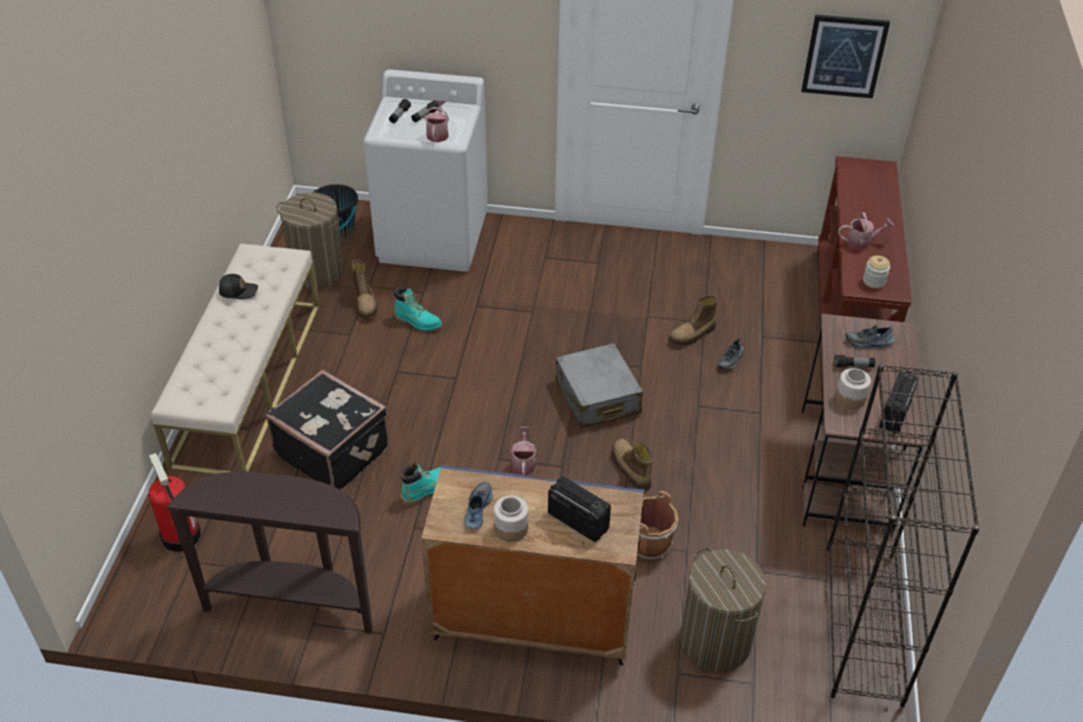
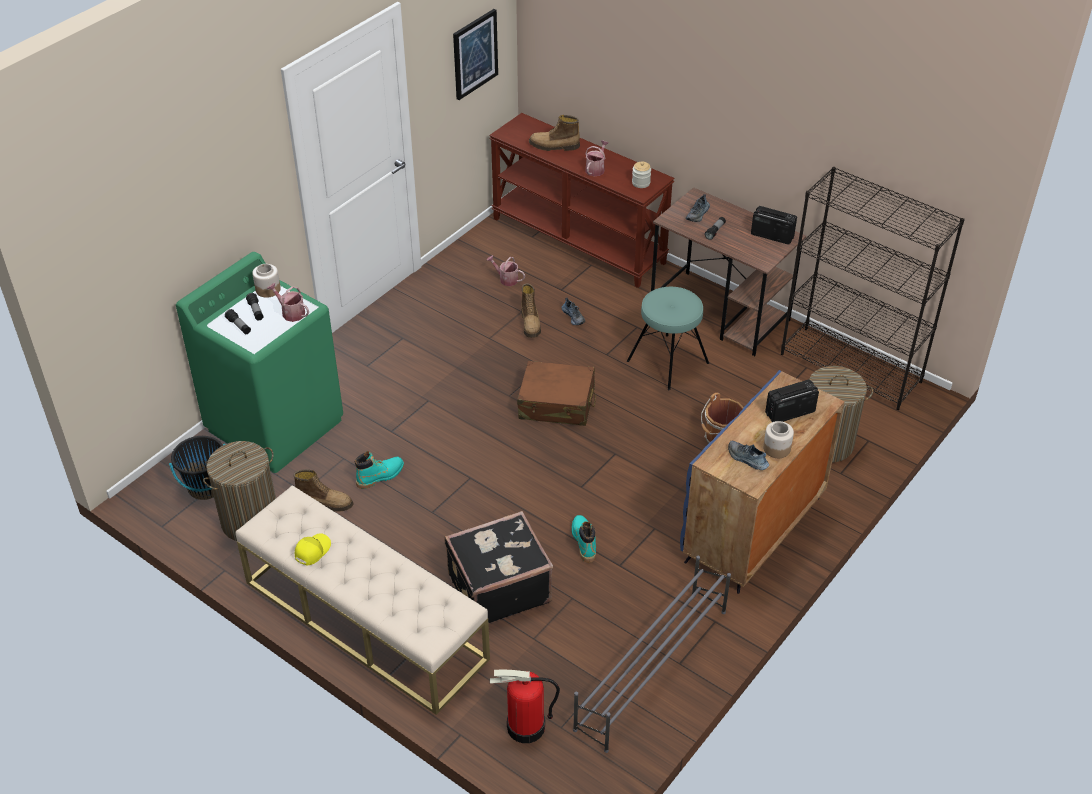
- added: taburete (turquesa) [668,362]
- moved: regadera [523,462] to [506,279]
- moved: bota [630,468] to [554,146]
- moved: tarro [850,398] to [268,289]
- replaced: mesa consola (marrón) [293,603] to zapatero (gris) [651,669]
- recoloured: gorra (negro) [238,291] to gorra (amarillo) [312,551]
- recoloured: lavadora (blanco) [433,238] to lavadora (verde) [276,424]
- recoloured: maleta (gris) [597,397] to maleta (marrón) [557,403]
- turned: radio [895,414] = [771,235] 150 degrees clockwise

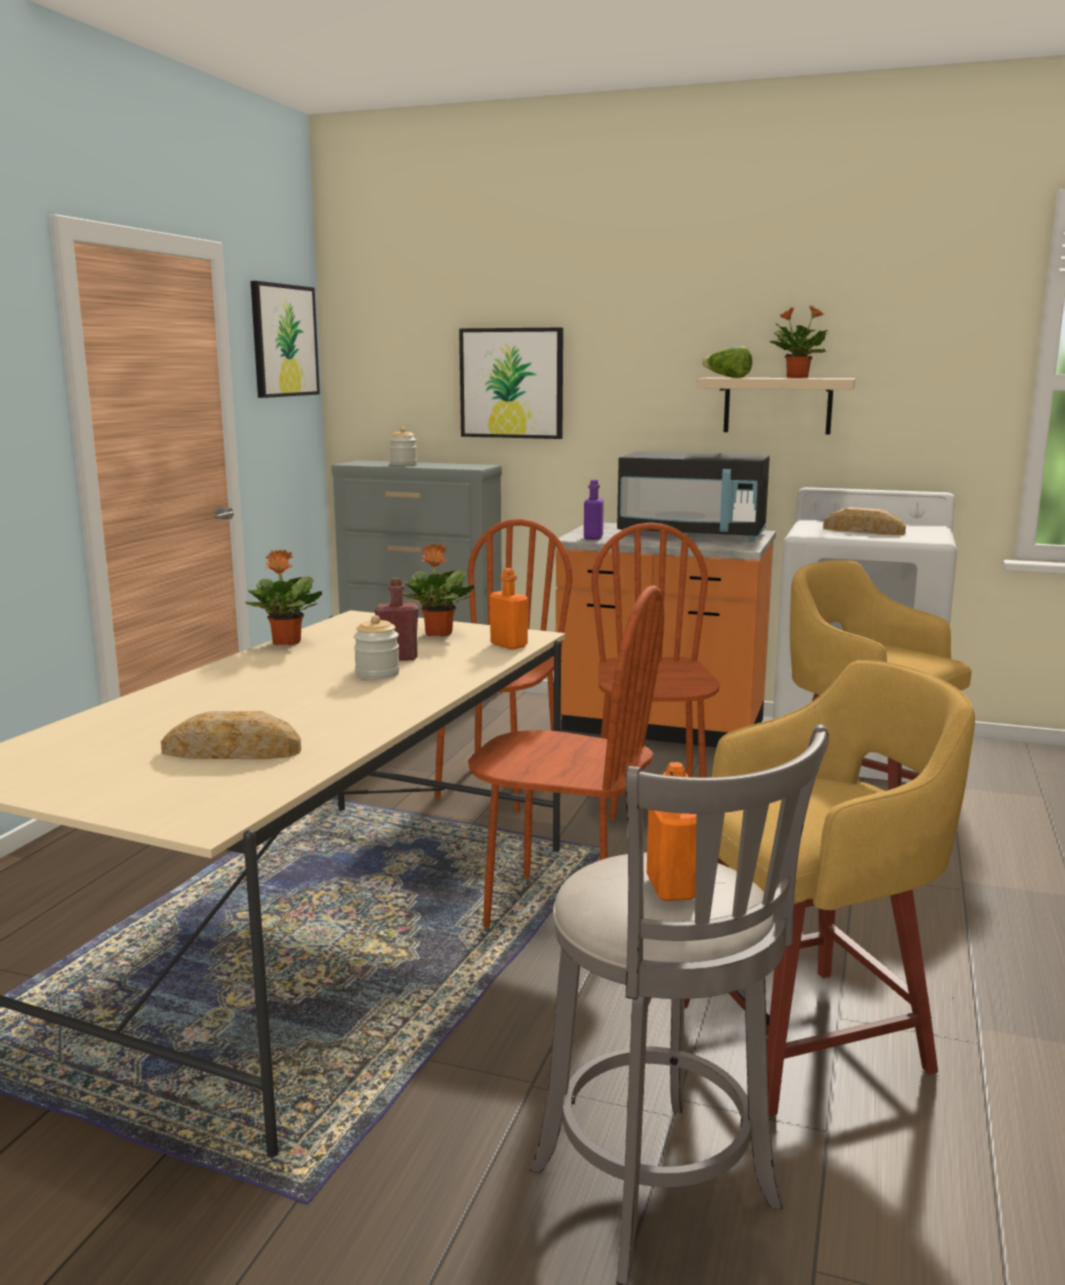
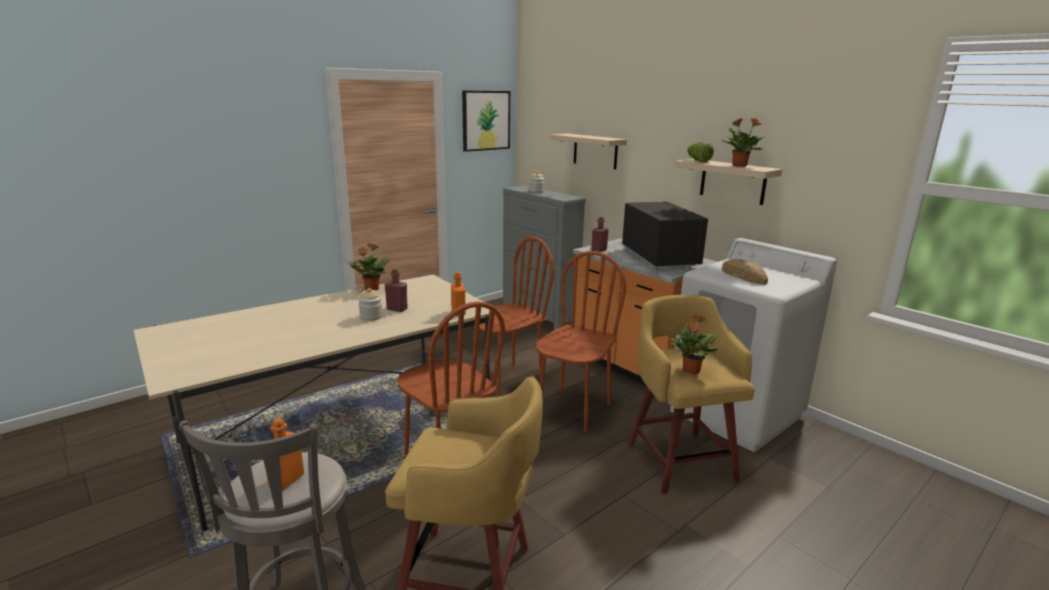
- removed: pan [232,751]
- moved: planta en maceta [438,634] to [690,371]
- replaced: cuadro [512,383] to estante (beis) [595,151]
- recoloured: botella (morado) [593,537] to botella (rojo) [599,250]
- turned: microondas (negro) [692,535] = [659,258] 150 degrees counterclockwise

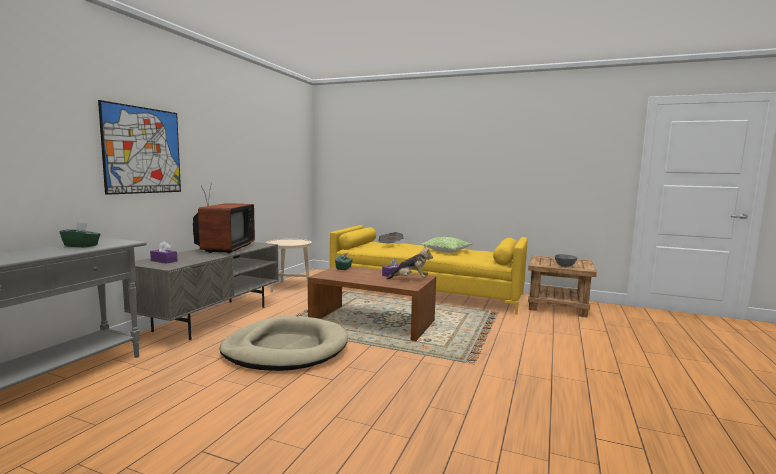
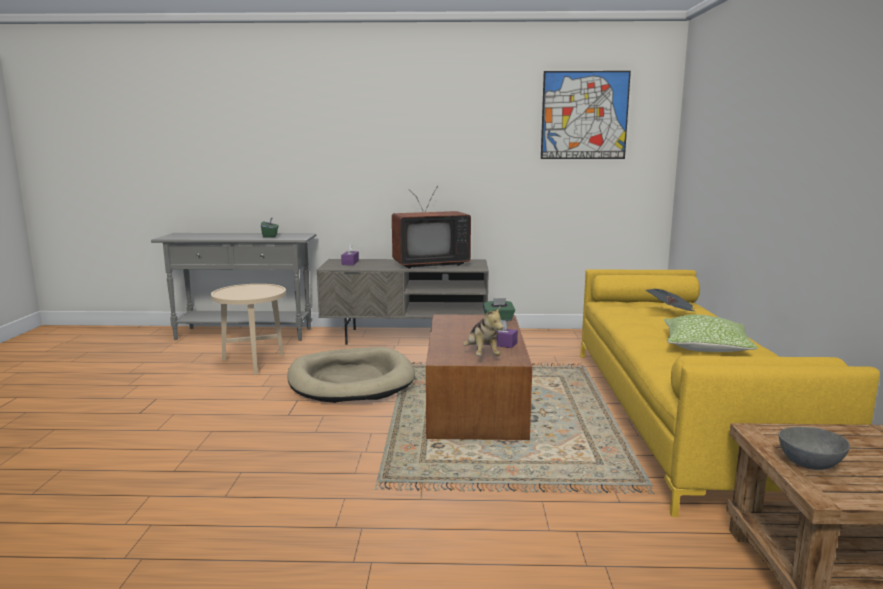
- moved: cuadro [143,150] to [584,115]
- moved: mesa auxiliar (beis) [289,287] to [254,363]

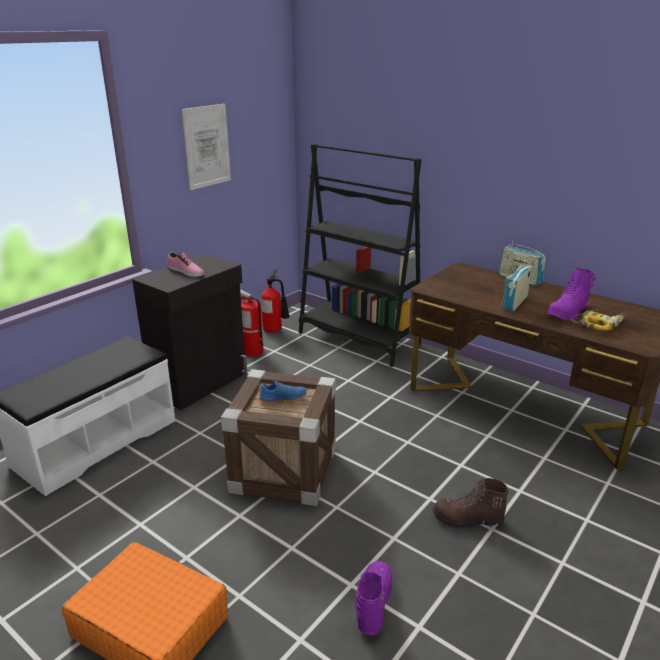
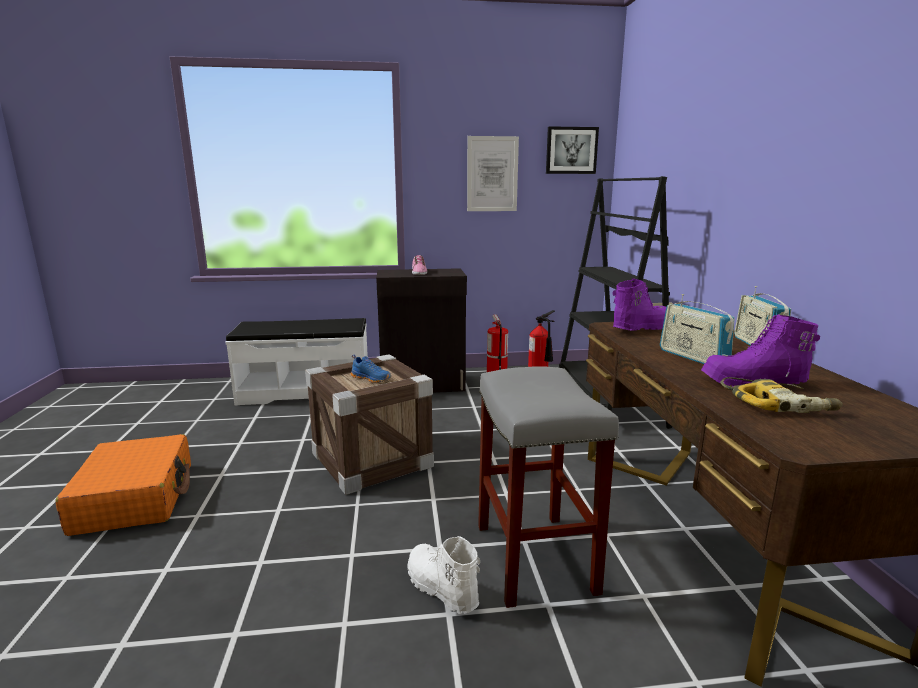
- added: taburete (gris) [533,556]
- added: cuadro [571,150]
- moved: bota (morado) [372,603] to [640,328]
- recoloured: bota (marrón) [467,519] to bota (blanco) [440,588]
- turned: radio [515,302] = [692,357] 105 degrees counterclockwise

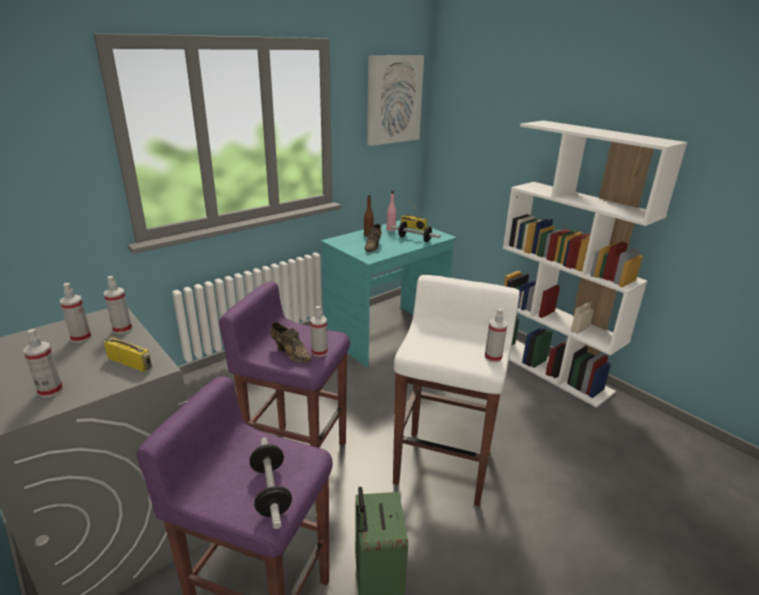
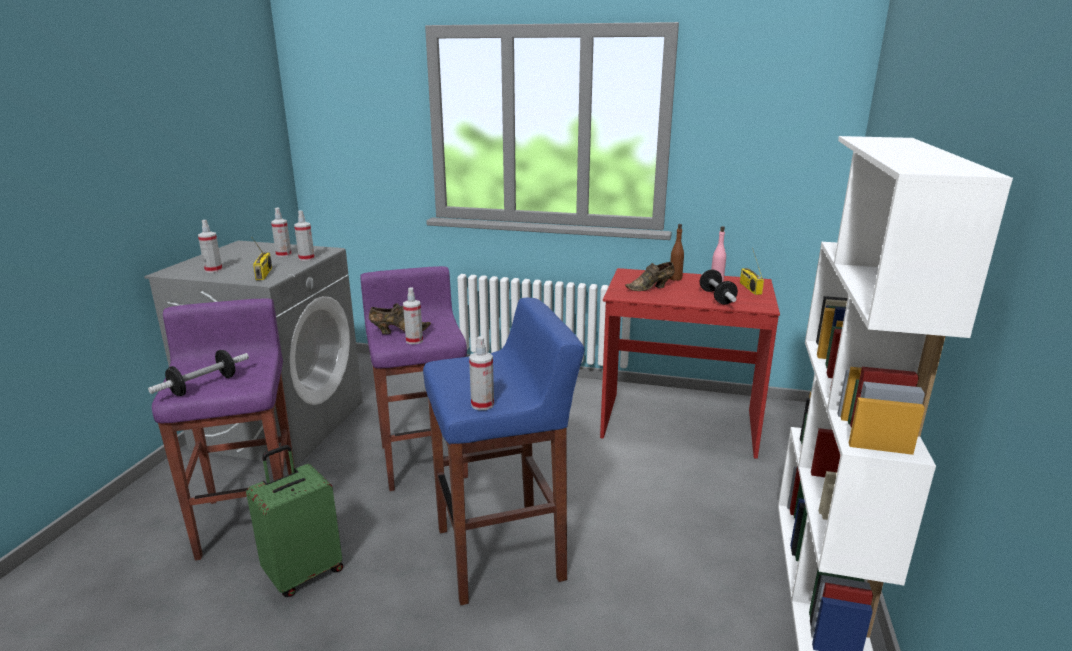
- removed: cuadro [394,100]
- recoloured: escritorio (turquesa) [386,335] to escritorio (rojo) [678,424]
- recoloured: taburete (blanco) [444,465] to taburete (azul) [502,554]
- turned: zapato (marrón) [290,353] = [398,331] 105 degrees counterclockwise

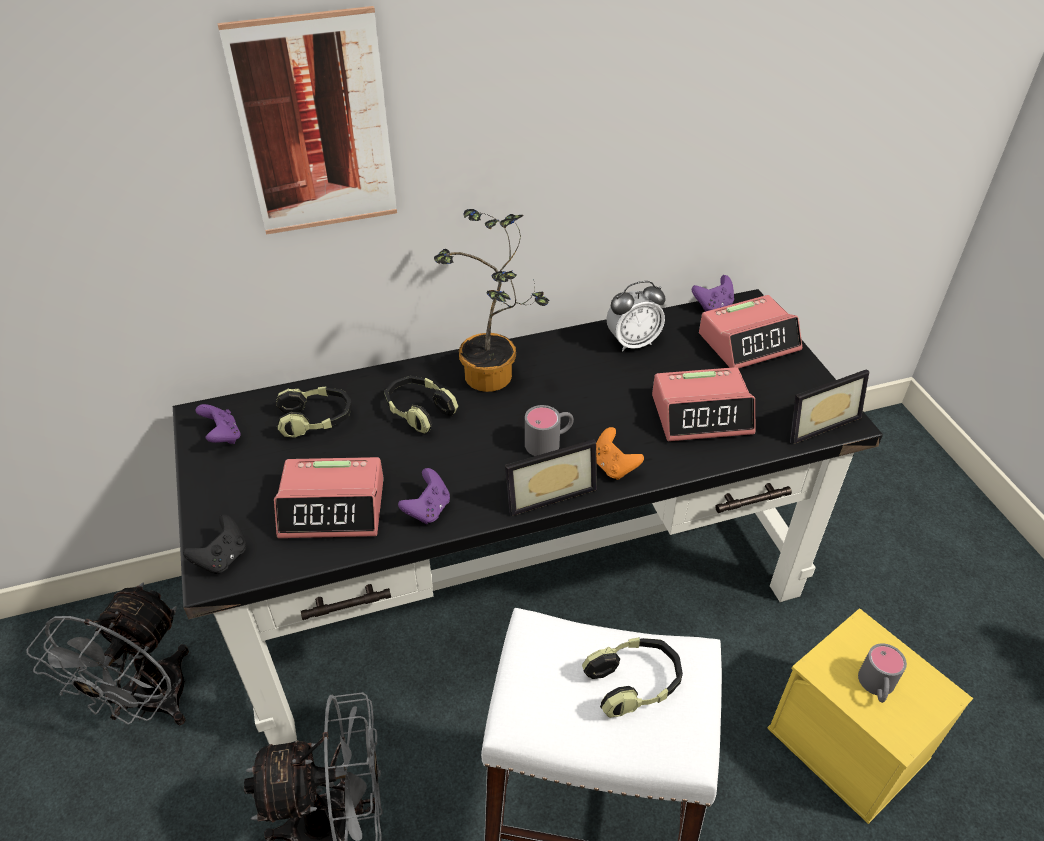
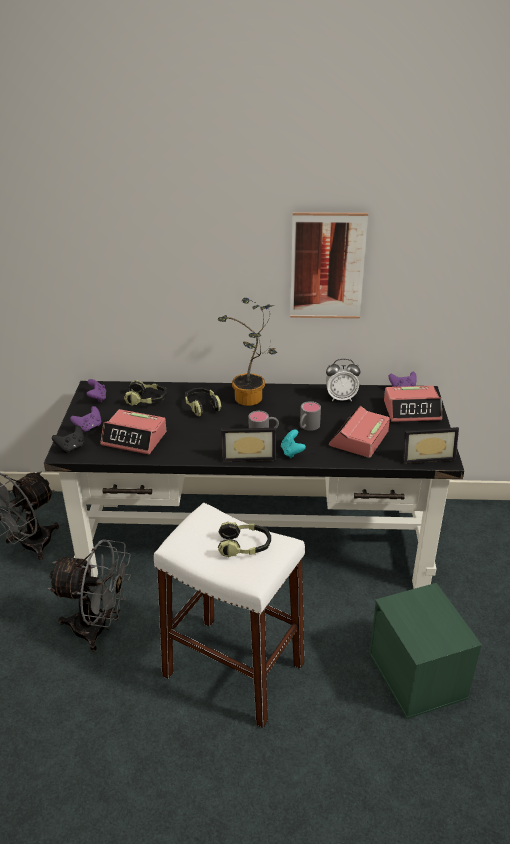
- moved: cuadro [315,126] to [327,267]
- moved: mando de consola (morado) [428,509] to [88,427]
- moved: taza grande (gris) [876,687] to [307,427]
- recoloured: mando de consola (naranja) [613,466] to mando de consola (turquesa) [292,452]
- recoloured: caja de almacenaje (amarillo) [850,743] to caja de almacenaje (verde) [418,675]
- turned: despertador [702,414] = [359,439] 105 degrees clockwise

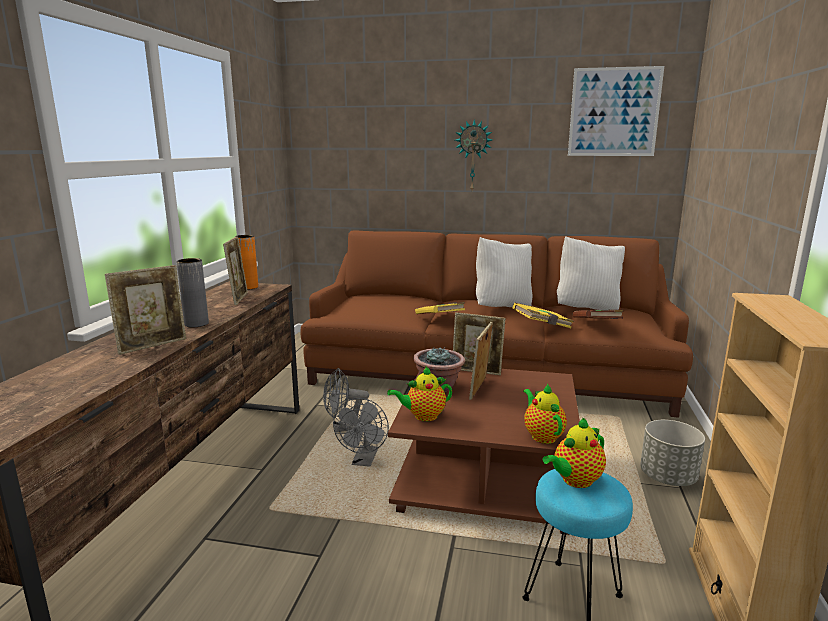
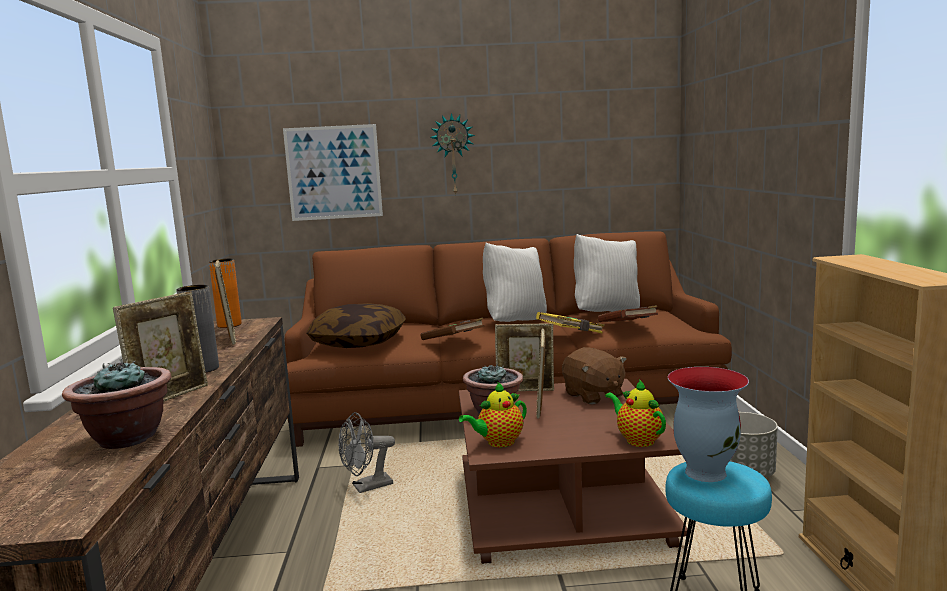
- removed: ventilador (gris) [364,461]
- added: planta en maceta [126,438]
- added: cojín [359,342]
- added: peluche (marrón) [593,395]
- moved: cuadro [614,112] to [333,172]
- replaced: tetera [575,481] to florero [705,472]
- recoloured: libro (amarillo) [440,319] to libro (marrón) [453,342]

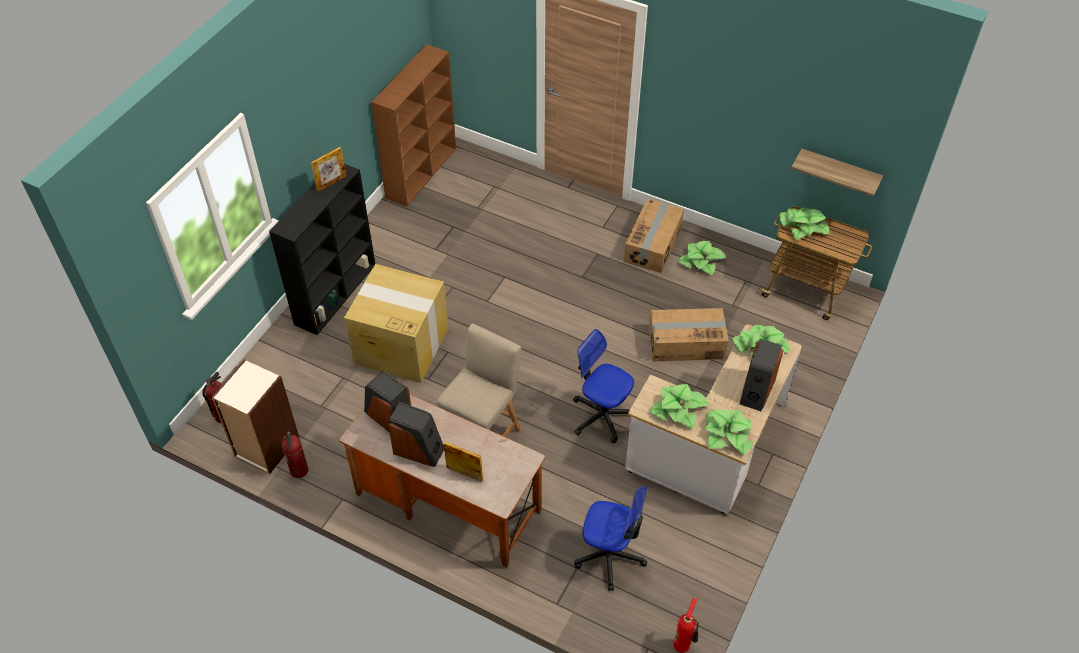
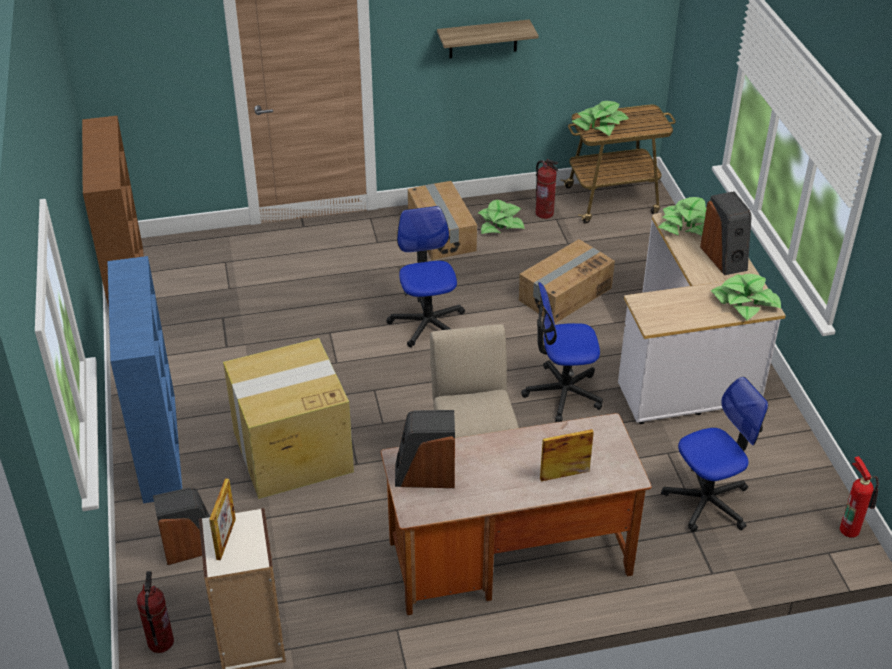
- removed: planta en maceta [678,409]
- added: silla de oficina [427,323]
- moved: extintor [299,470] to [544,213]
- moved: portarretratos [331,183] to [226,539]
- moved: altavoz [419,450] to [191,546]
- moved: estante [839,172] to [483,39]
- recoloured: estantería (negro) [336,293] to estantería (azul) [159,446]

